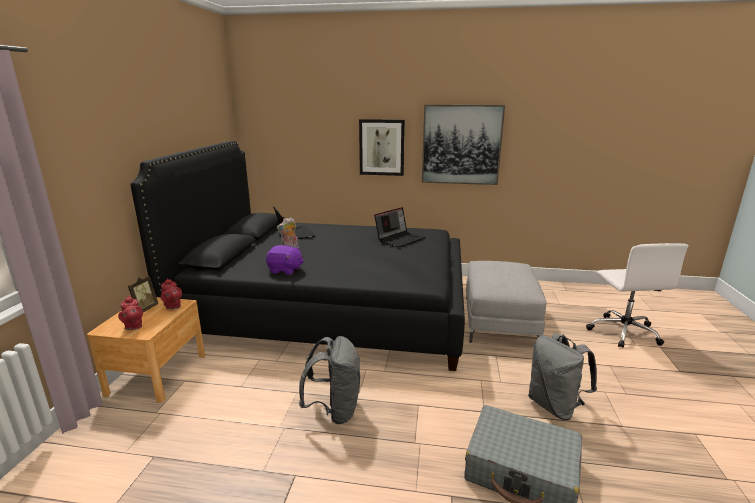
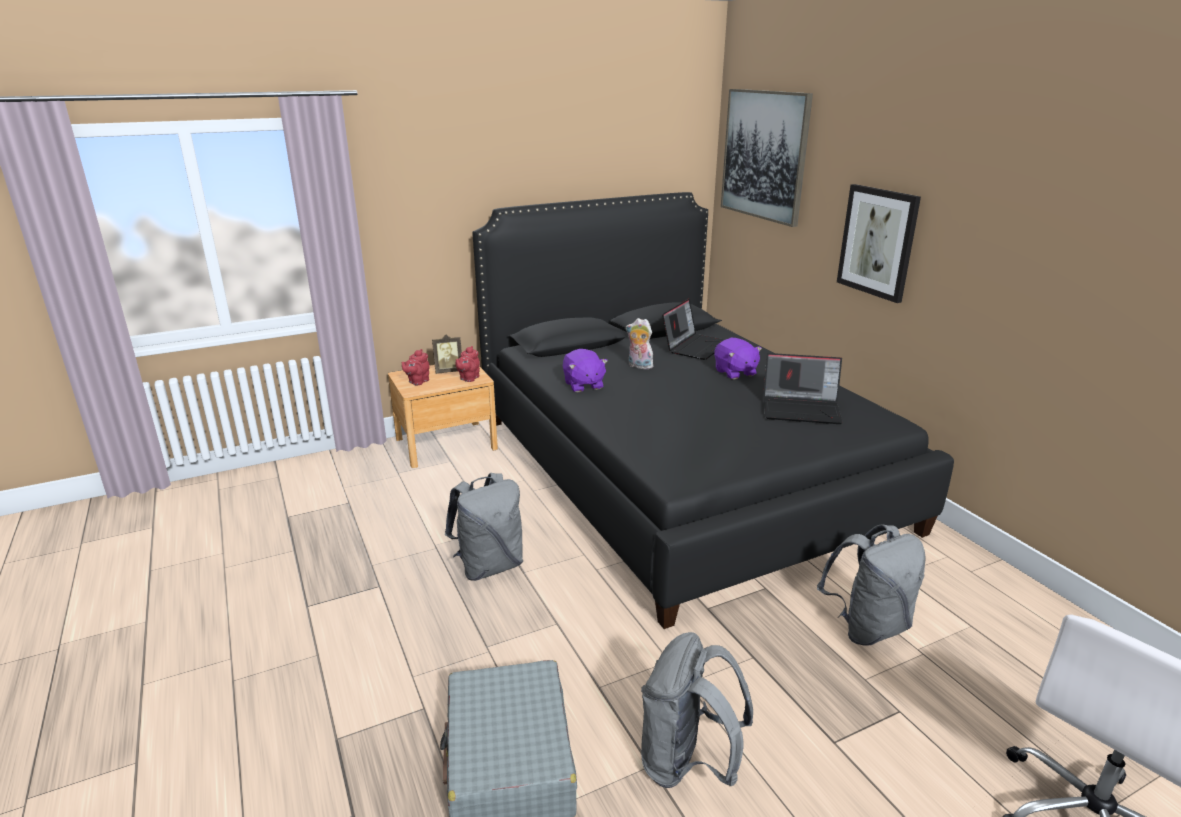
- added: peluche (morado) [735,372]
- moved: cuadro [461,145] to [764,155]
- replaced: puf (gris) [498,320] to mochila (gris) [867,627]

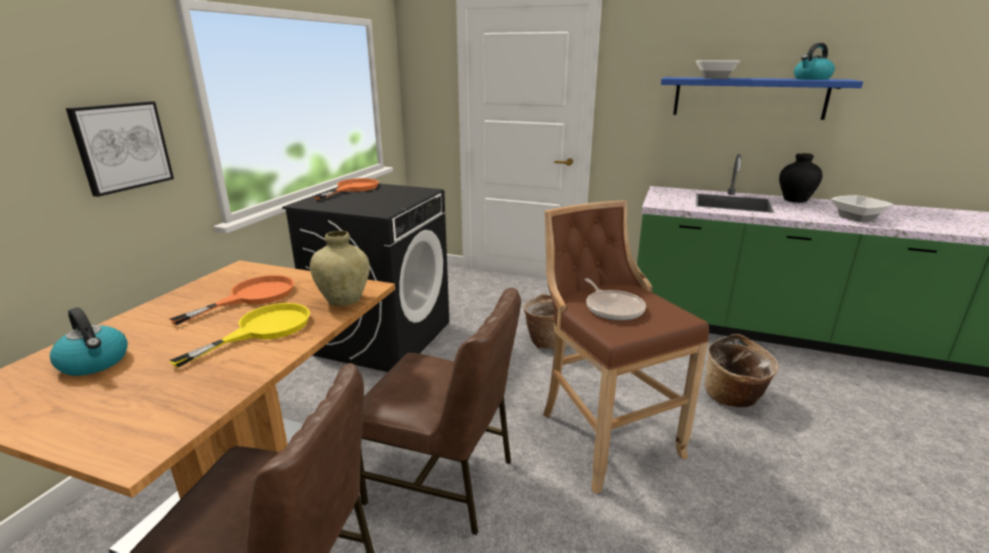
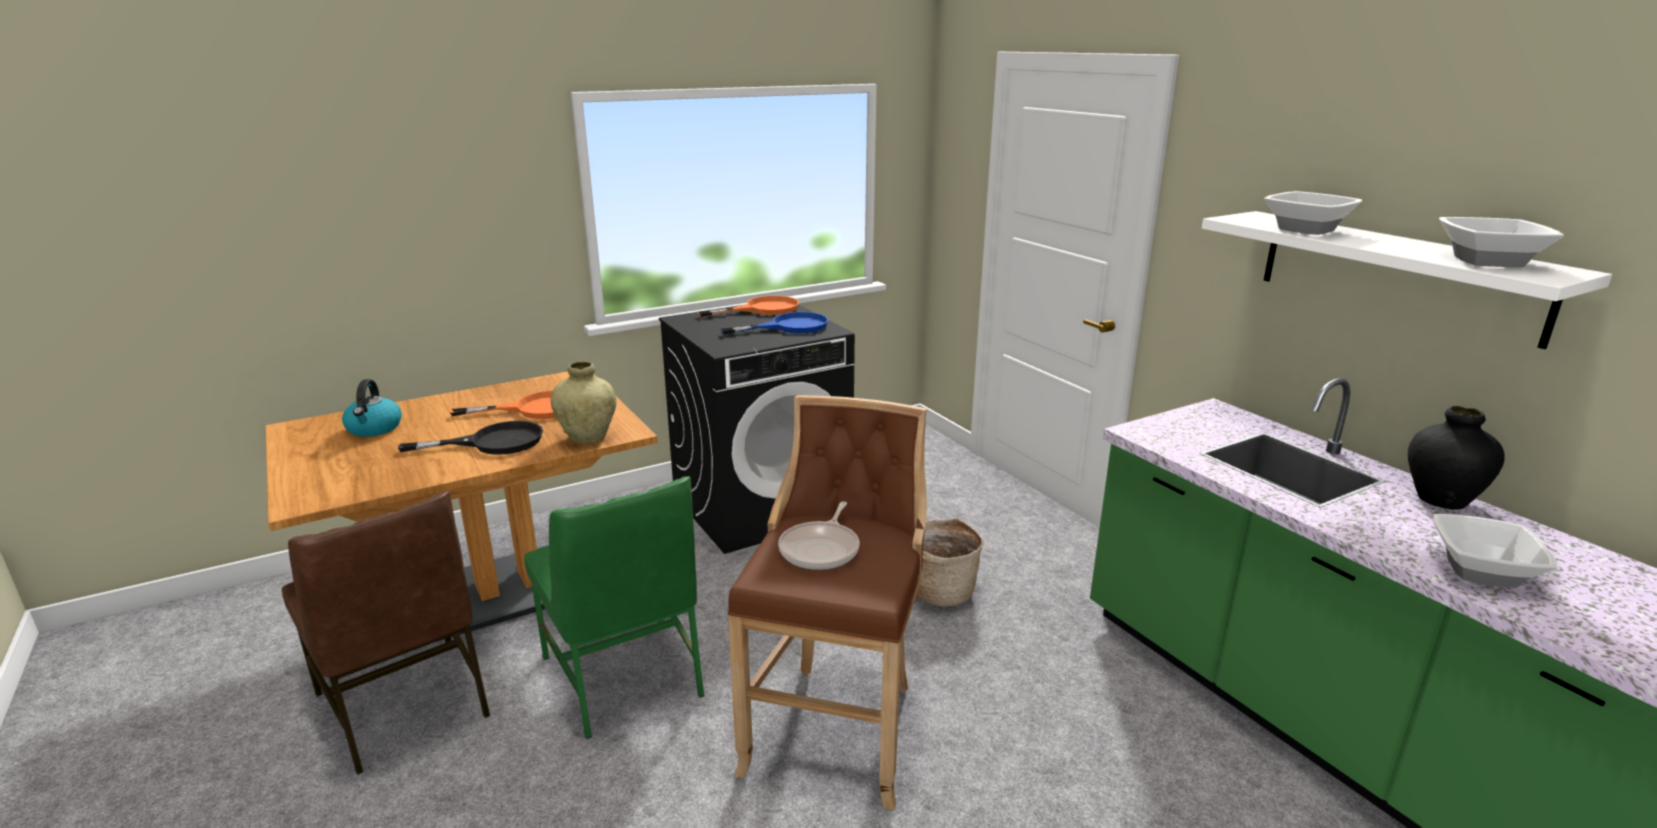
- removed: cuadro [122,146]
- removed: cesta [733,397]
- added: sartén (azul) [789,327]
- replaced: hervidor [811,79] to cuenco [1489,261]
- recoloured: sartén (amarillo) [263,329] to sartén (negro) [493,442]
- recoloured: silla (marrón) [443,481] to silla (verde) [624,676]
- recoloured: estante (azul) [749,97] to estante (blanco) [1397,274]

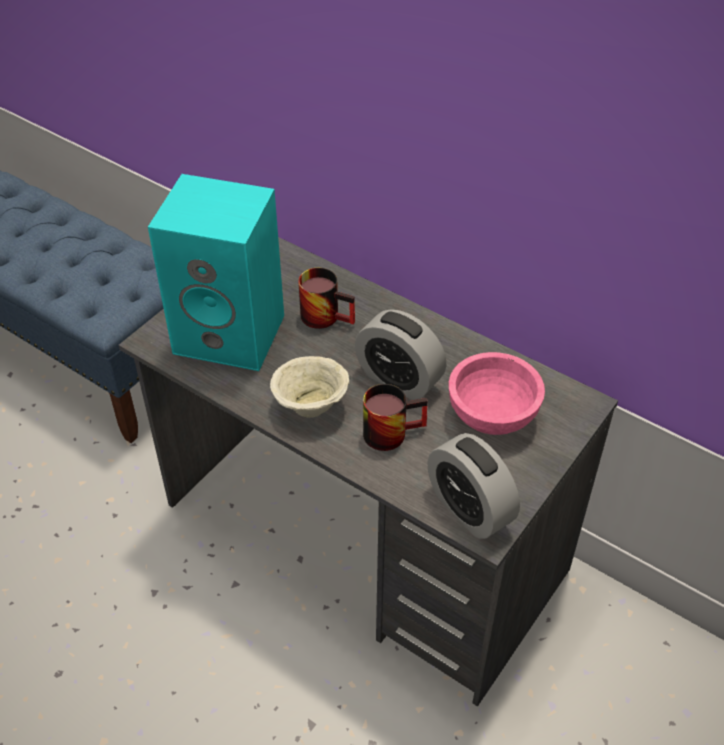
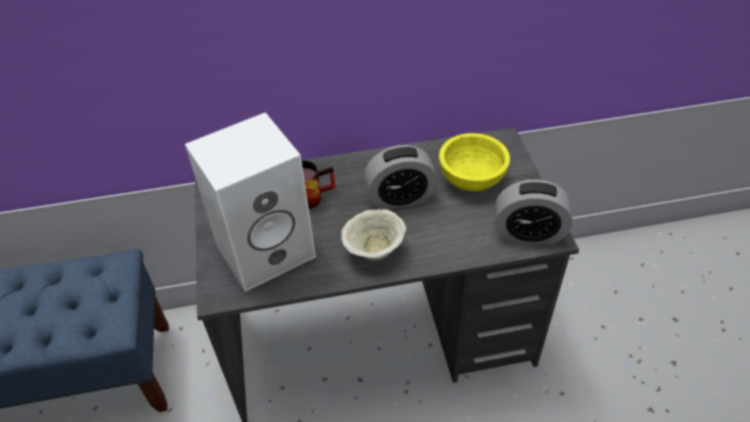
- removed: taza grande [391,430]
- recoloured: altavoz (turquesa) [232,333] to altavoz (blanco) [267,249]
- recoloured: cuenco (rosa) [491,414] to cuenco (amarillo) [471,179]

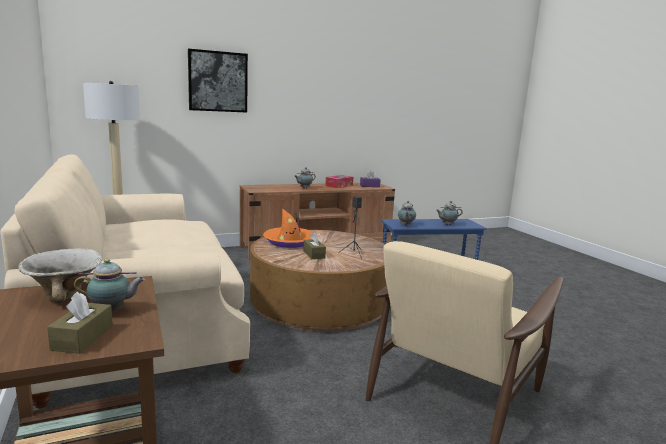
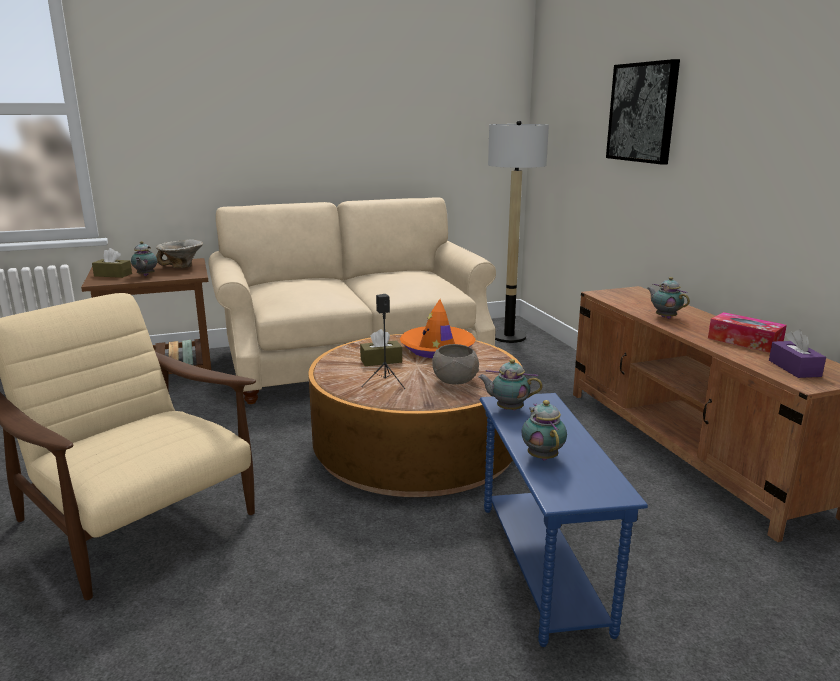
- added: cuenco (gris) [454,381]

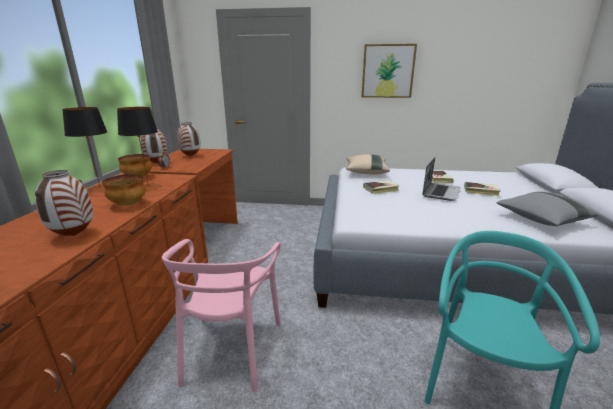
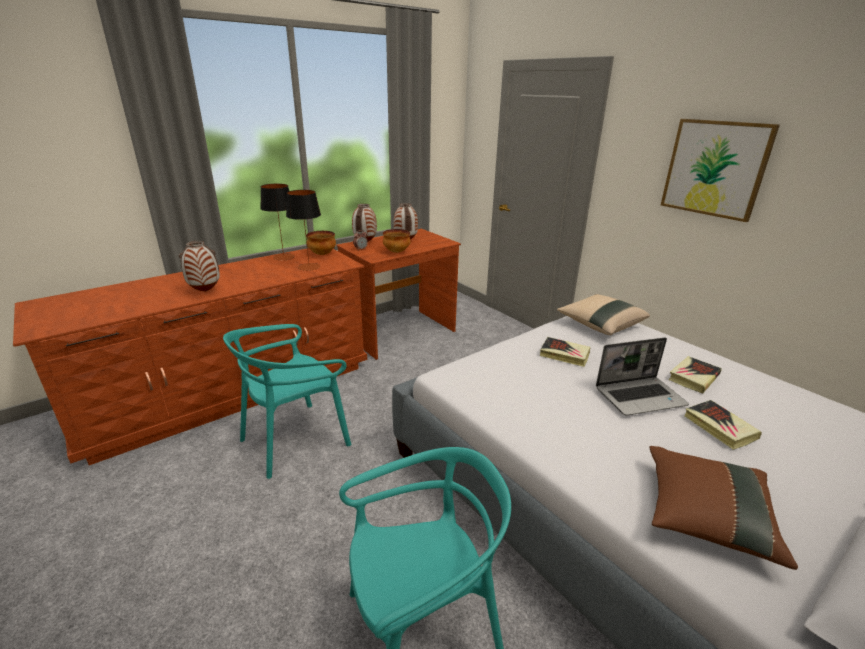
- moved: cuenco [128,204] to [397,252]
- recoloured: silla (rosa) [231,350] to silla (turquesa) [295,439]
- recoloured: cojín (gris) [540,220] to cojín (marrón) [706,516]

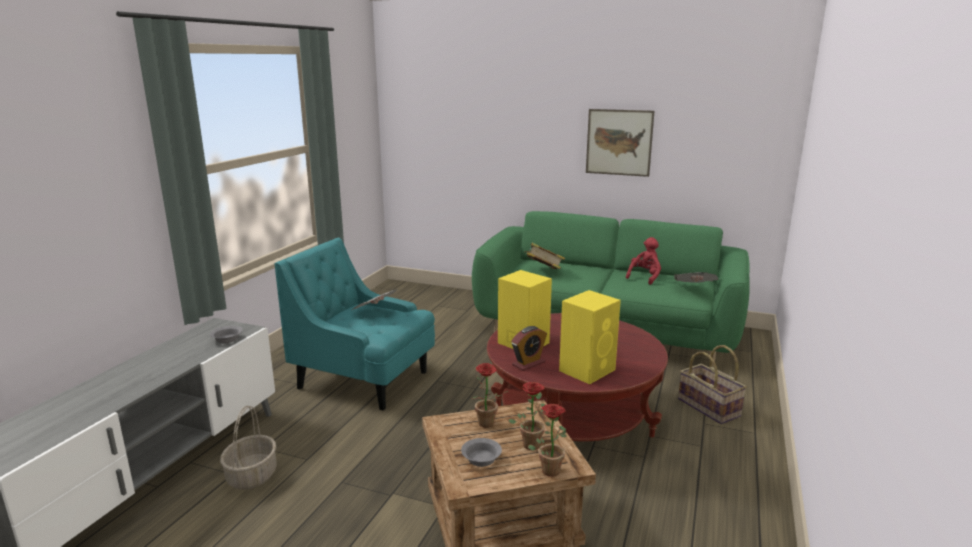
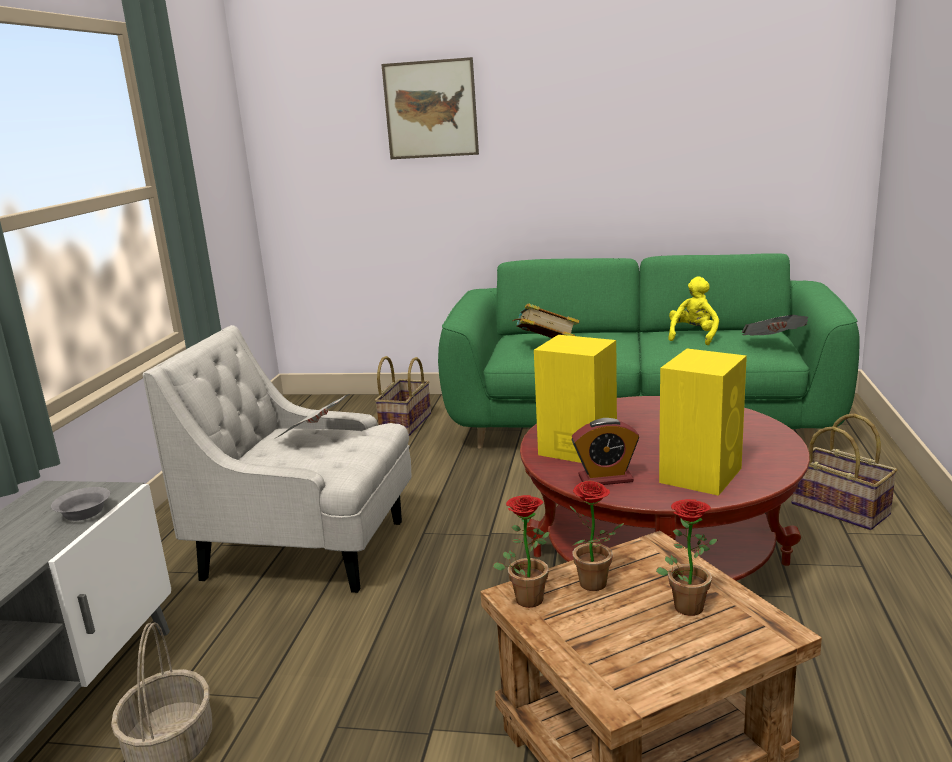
- removed: cuenco (gris) [480,459]
- added: cesta [405,423]
- moved: planta en maceta [550,468] to [527,596]
- moved: cuadro [619,142] to [430,109]
- recoloured: sillón (turquesa) [364,380] to sillón (blanco) [308,550]
- recoloured: peluche (rojo) [644,277] to peluche (amarillo) [693,336]
- turned: despertador [528,364] = [605,479] 45 degrees clockwise

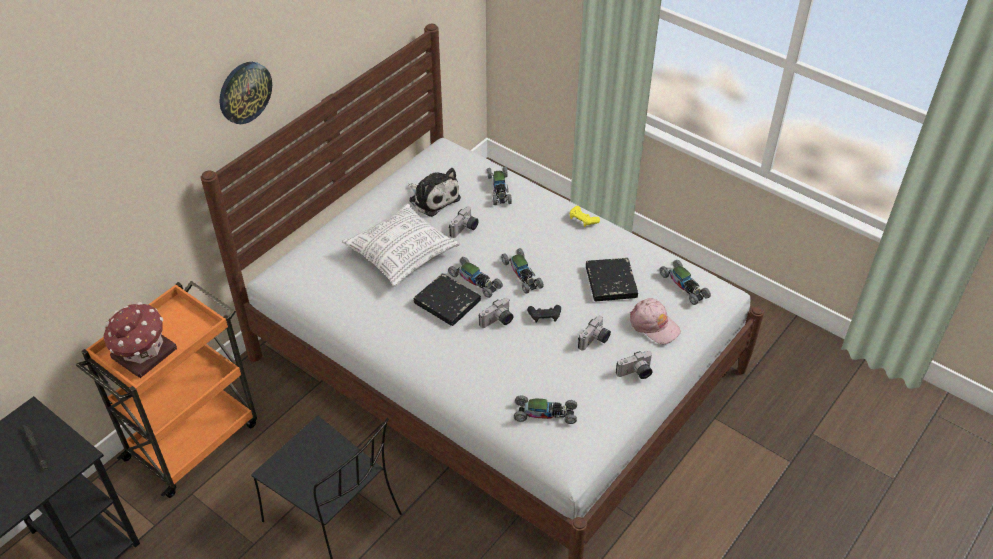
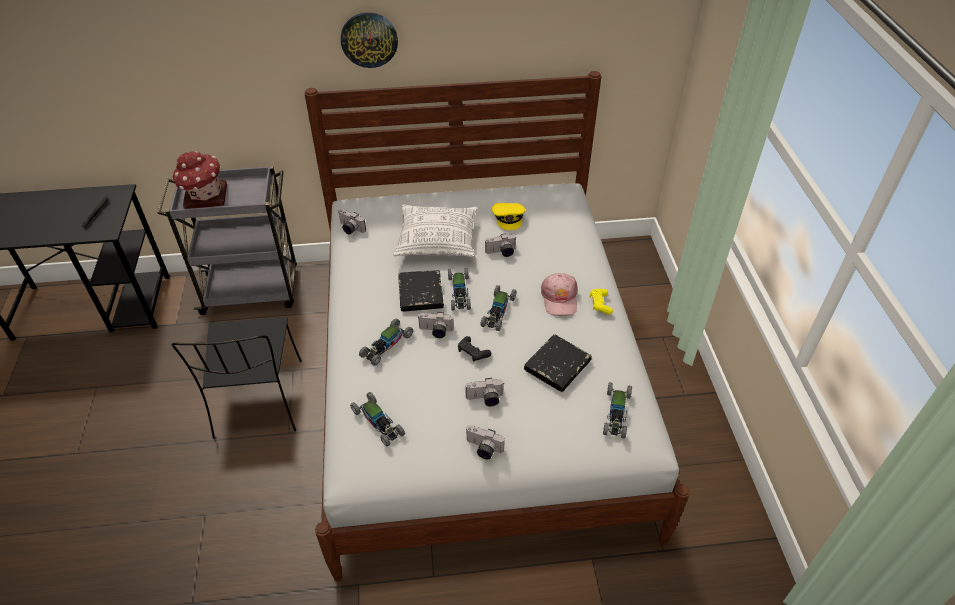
- added: cámara [350,229]
- moved: coche de juguete [499,189] to [386,345]
- moved: gorra (rosa) [654,325] to [559,298]
- replaced: peluche [433,198] to gorra (amarillo) [508,217]
- recoloured: carrito (naranja) [194,439] to carrito (gris) [252,290]

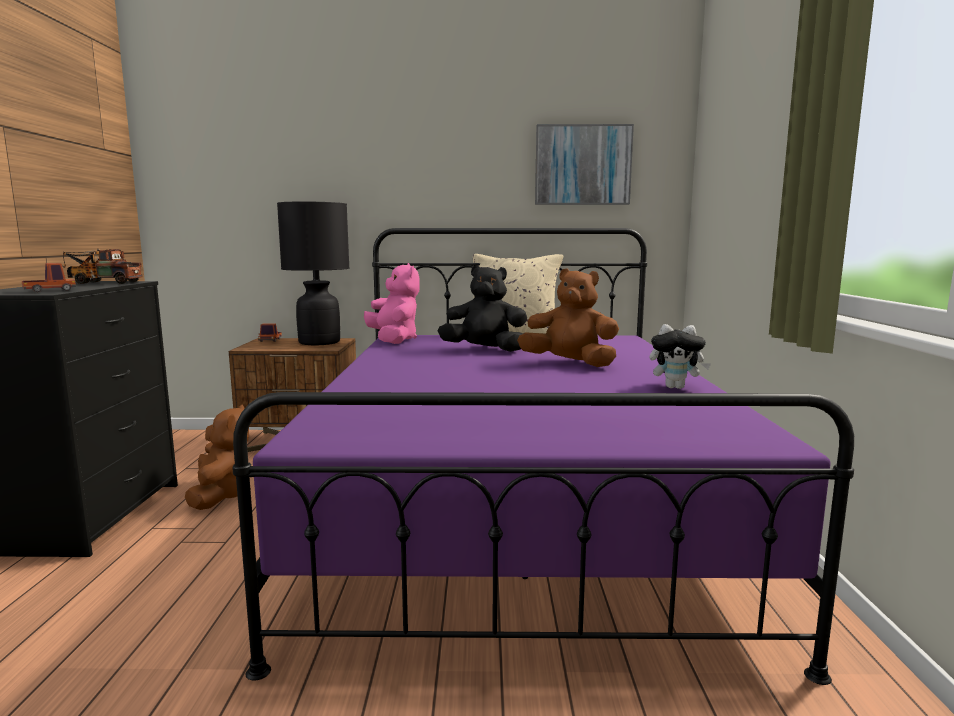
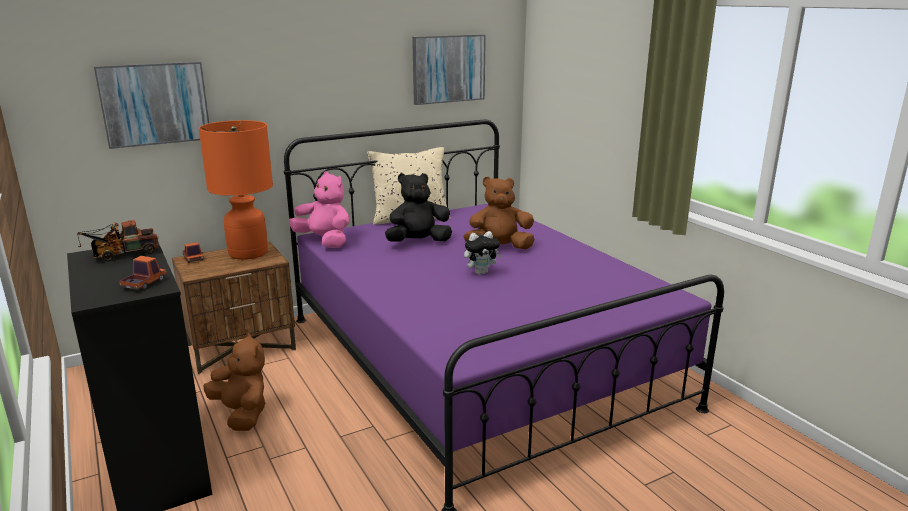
- added: cuadro [155,104]
- moved: peluche [676,387] to [481,272]
- recoloured: lámpara de mesa (negro) [319,342] to lámpara de mesa (naranja) [247,253]

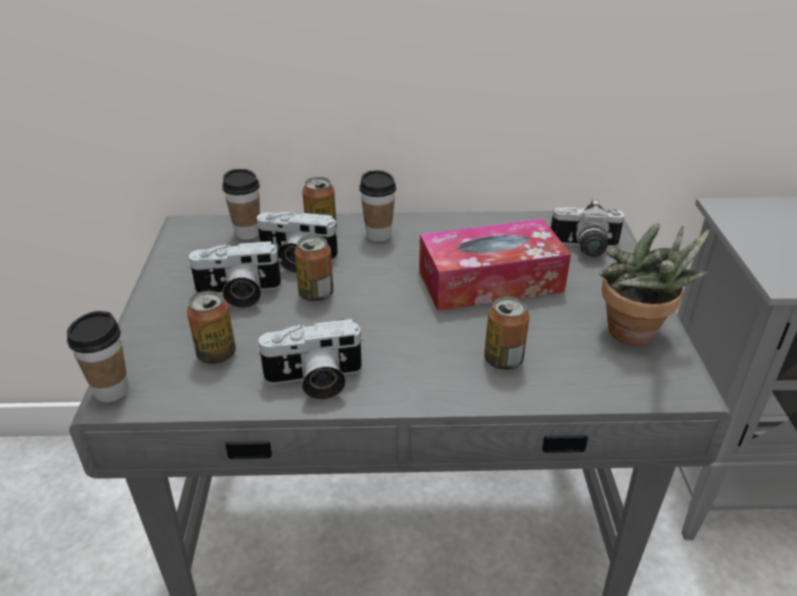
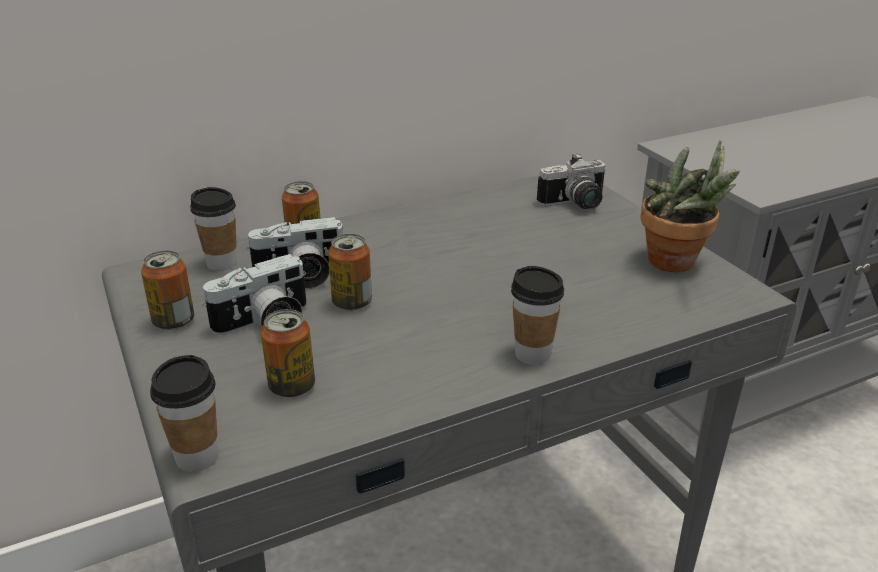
- removed: cámara [314,381]
- removed: caja de pañuelos [490,281]
- moved: taza [378,235] to [532,354]
- moved: lata [503,360] to [174,321]

